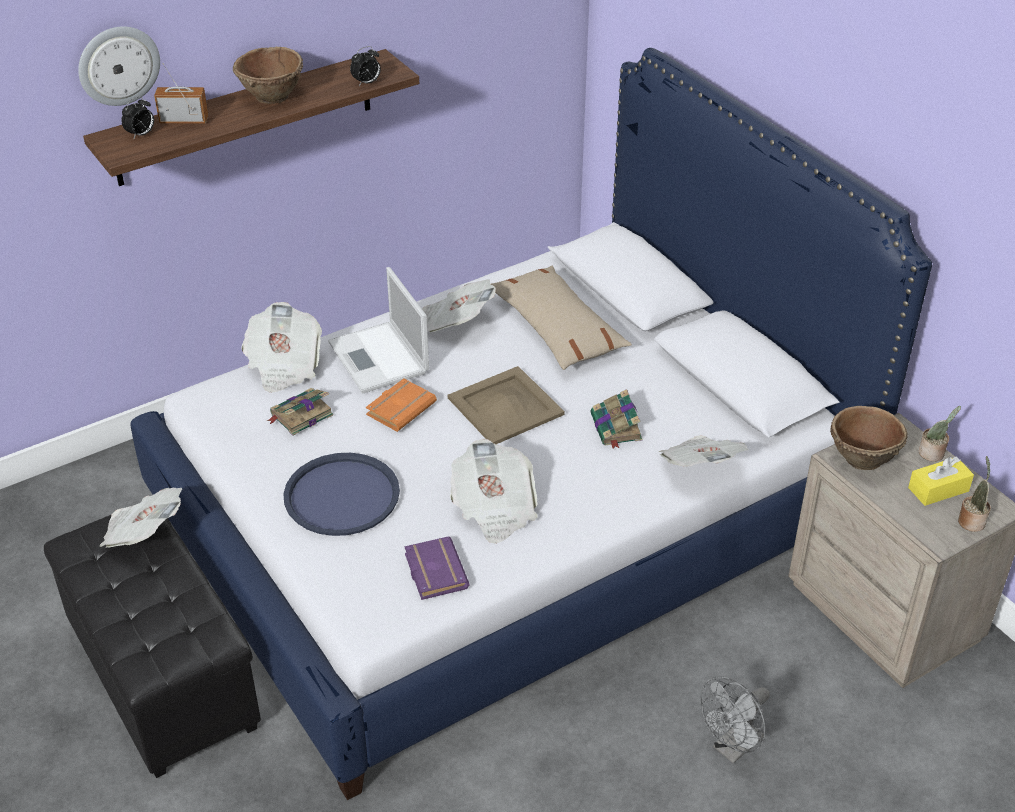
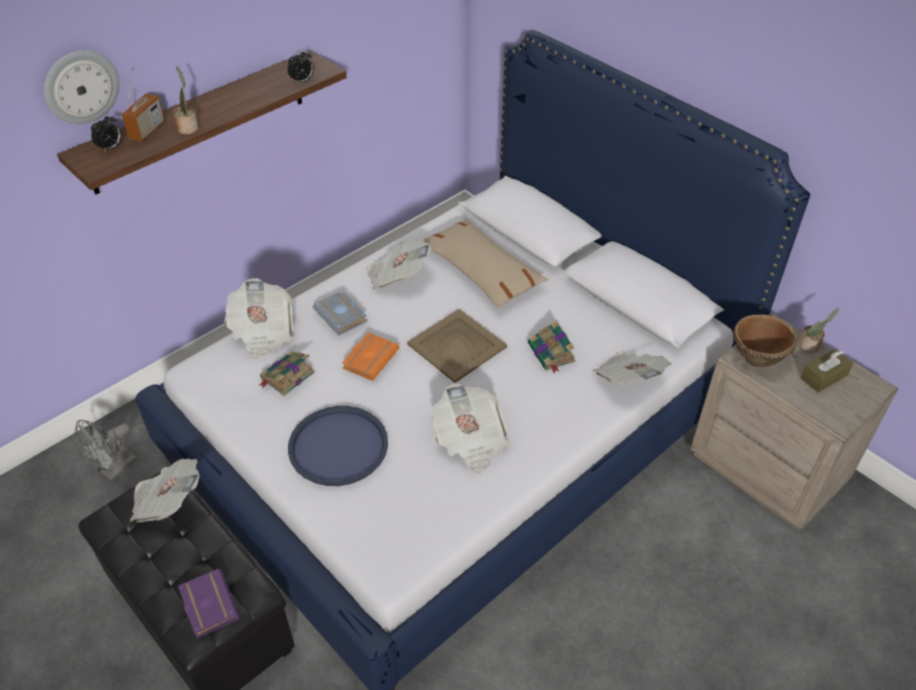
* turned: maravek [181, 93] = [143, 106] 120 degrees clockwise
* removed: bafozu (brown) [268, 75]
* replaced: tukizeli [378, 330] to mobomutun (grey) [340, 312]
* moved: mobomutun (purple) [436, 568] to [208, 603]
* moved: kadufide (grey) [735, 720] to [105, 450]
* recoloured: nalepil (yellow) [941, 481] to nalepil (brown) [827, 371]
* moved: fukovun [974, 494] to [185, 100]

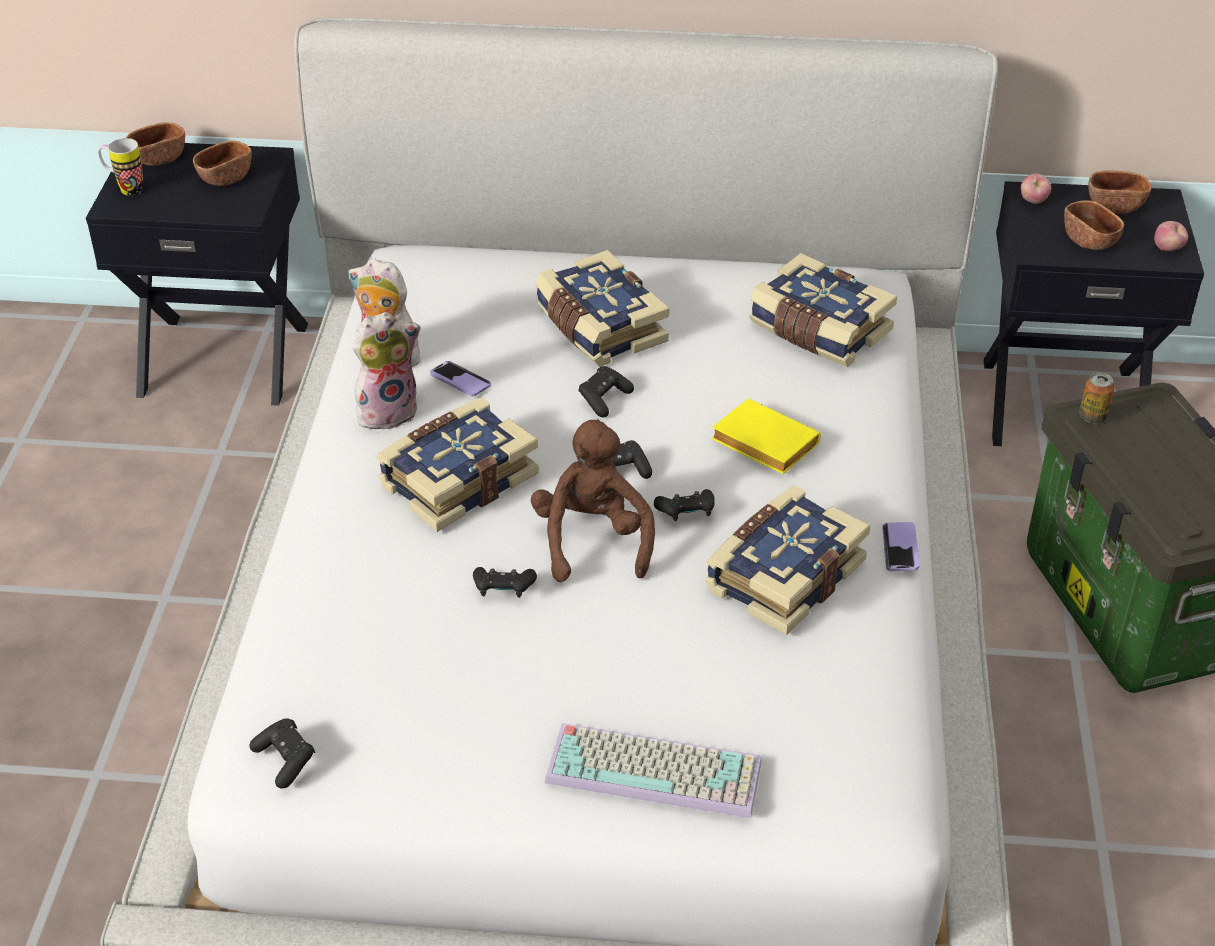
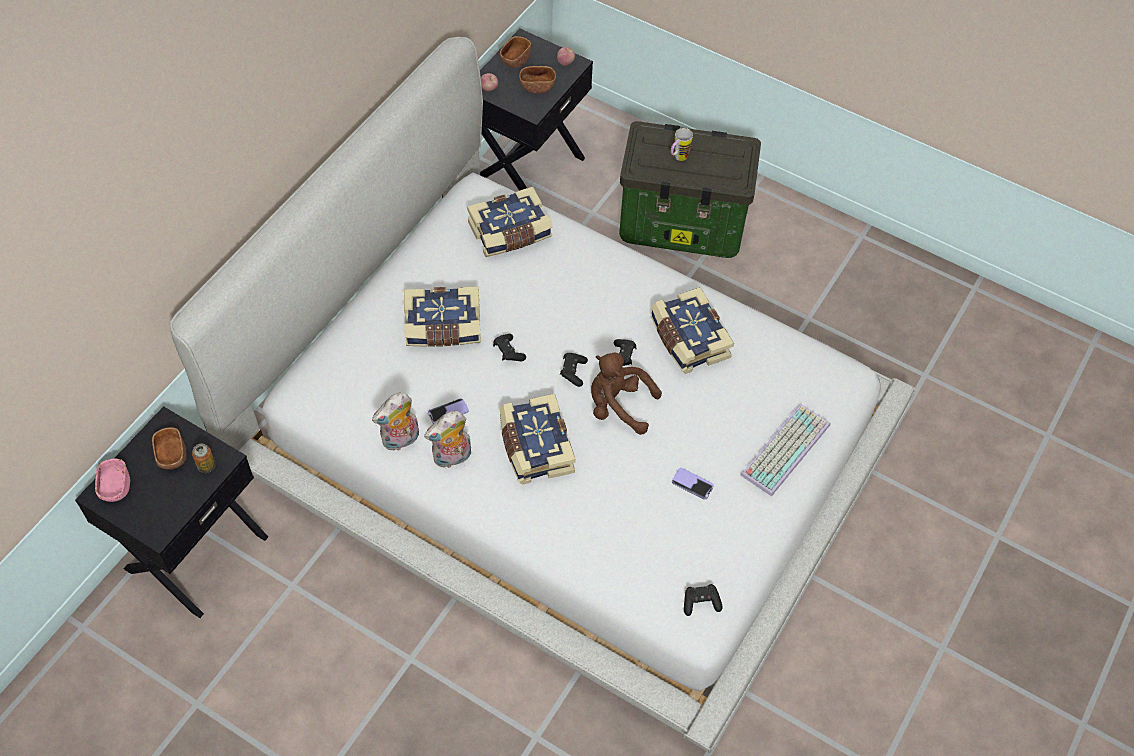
* moved: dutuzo [120, 167] to [682, 144]
* recoloured: bafozu (brown) [155, 144] to bafozu (pink) [112, 480]
* turned: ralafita [387, 370] = [447, 439] 120 degrees counterclockwise
* removed: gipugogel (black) [505, 582]
* removed: mobomutun (yellow) [766, 436]
* moved: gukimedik [901, 546] to [693, 484]
* moved: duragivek [1097, 398] to [204, 458]

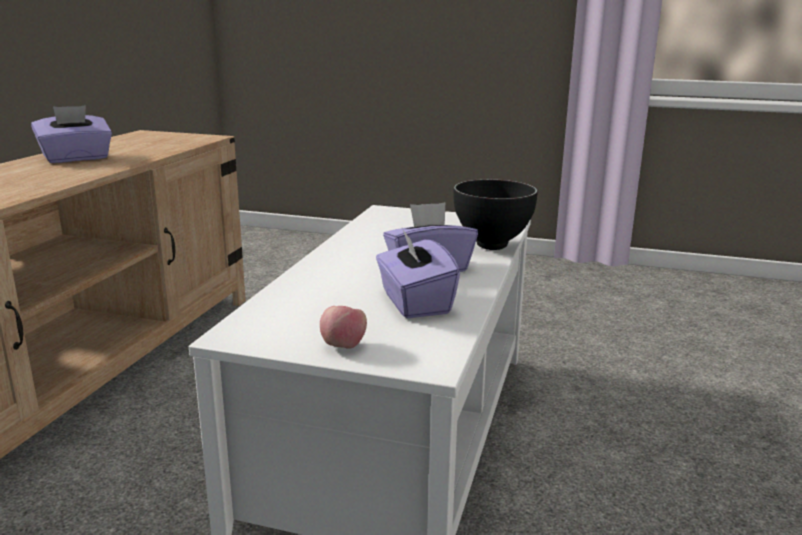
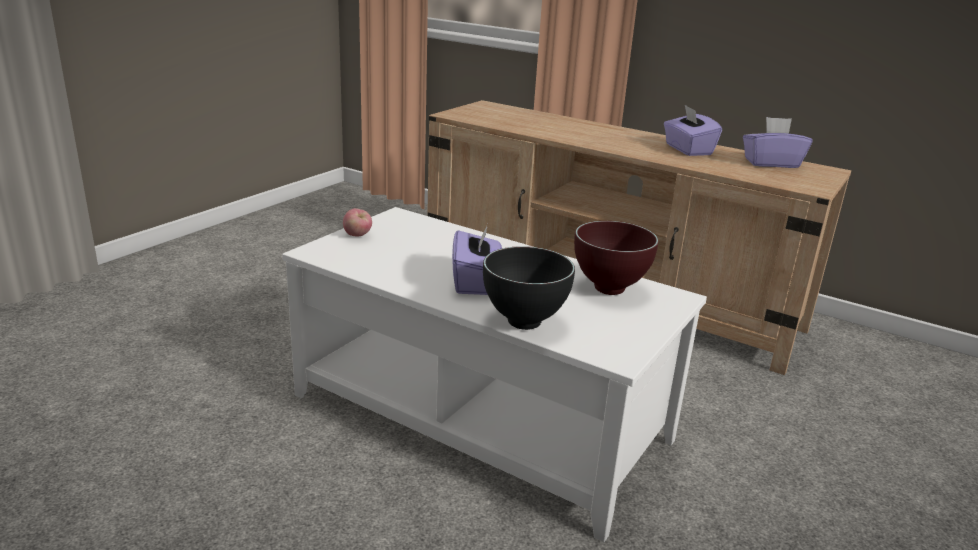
* moved: nalepil (purple) [418, 273] to [778, 142]
* added: bafozu (brown) [616, 258]

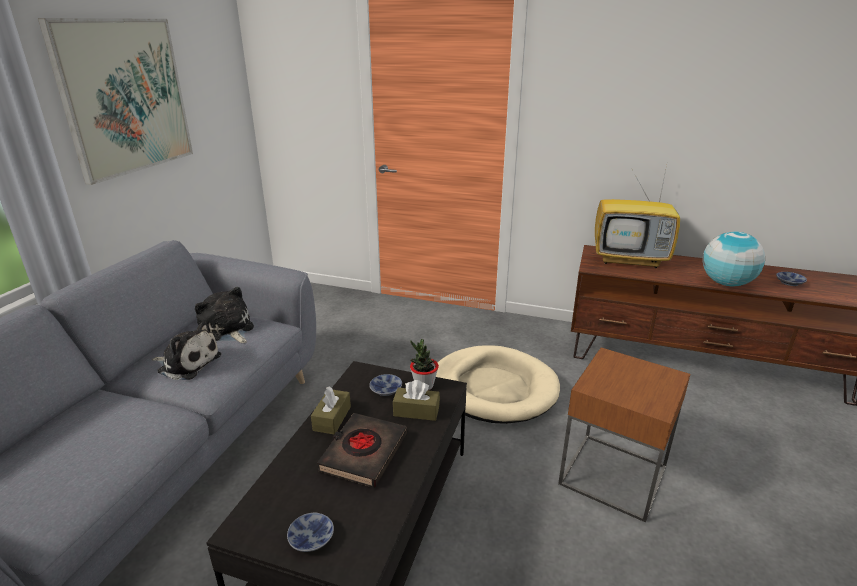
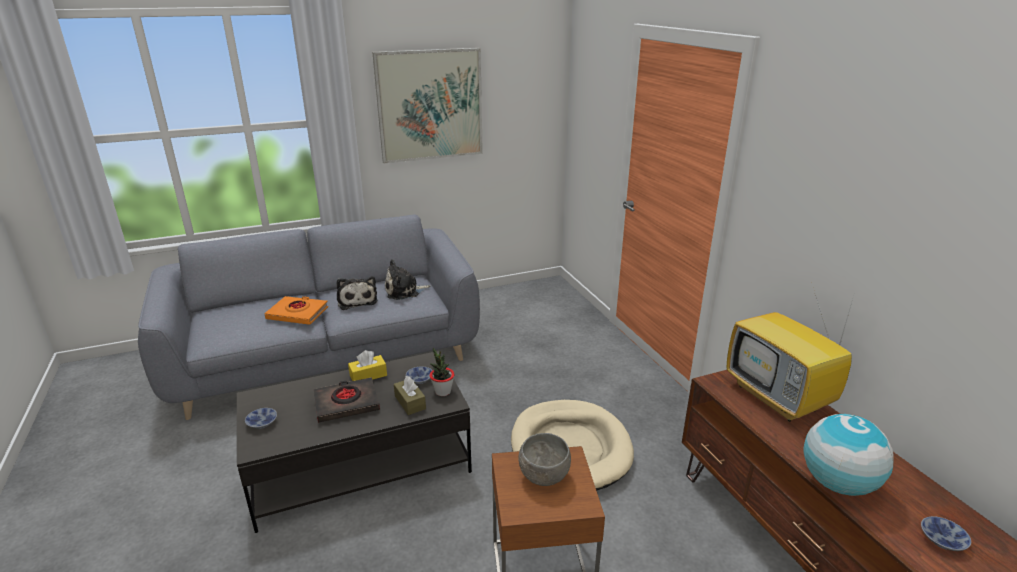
* turned: ralafita [224, 315] = [407, 280] 120 degrees counterclockwise
* recoloured: nalepil (brown) [331, 410] to nalepil (yellow) [367, 365]
* added: mobomutun (orange) [296, 310]
* added: bafozu (grey) [544, 459]

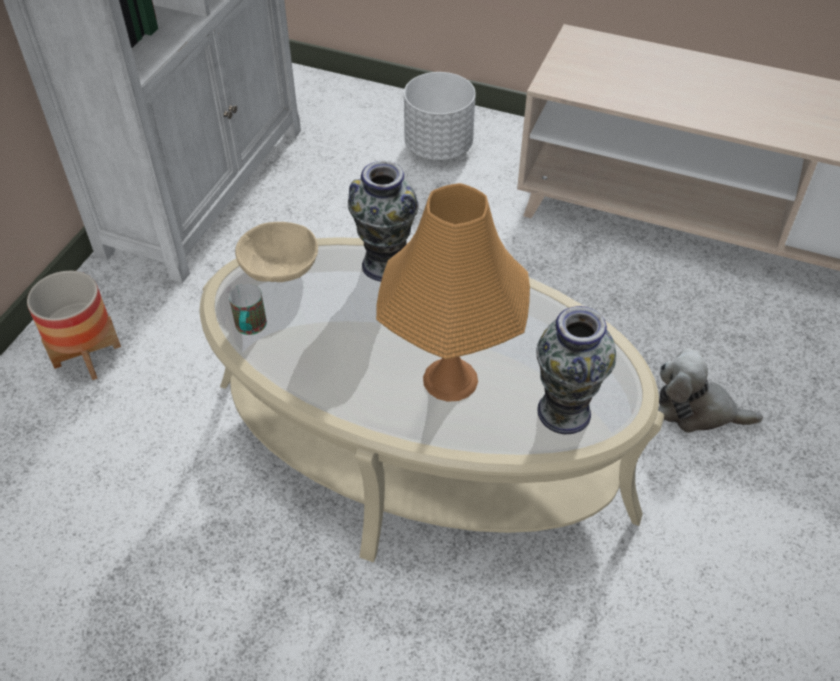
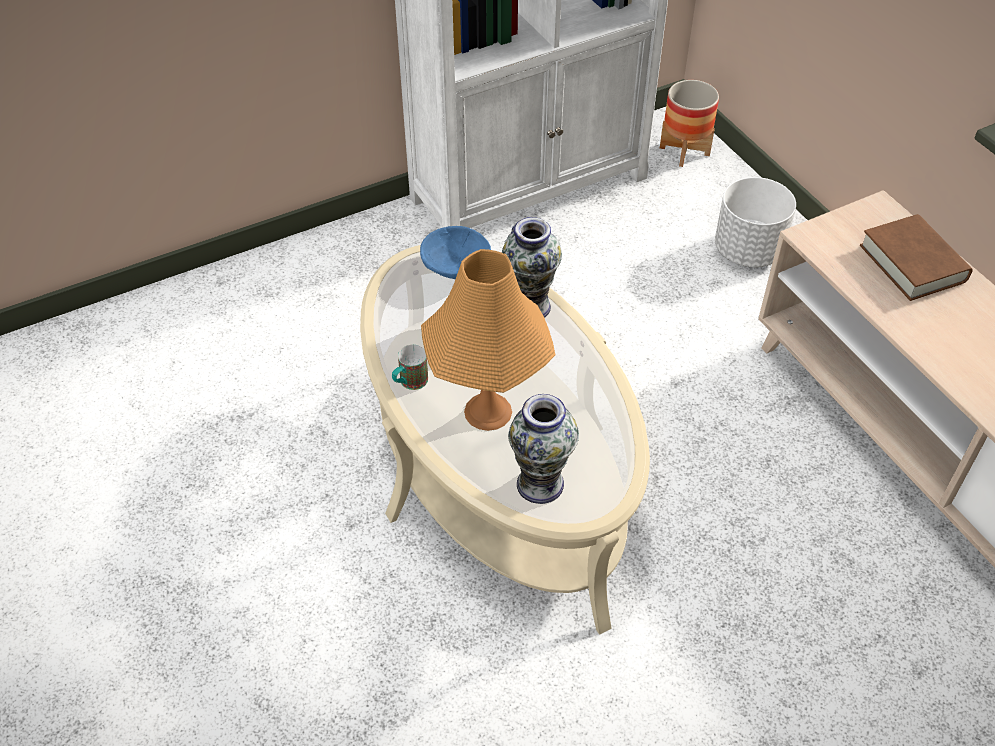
* moved: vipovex [74, 325] to [689, 123]
* moved: dutuzo [248, 309] to [410, 367]
* recoloured: bafozu (beige) [276, 252] to bafozu (blue) [455, 252]
* removed: ralafita [710, 390]
* added: mobomutun (brown) [916, 257]

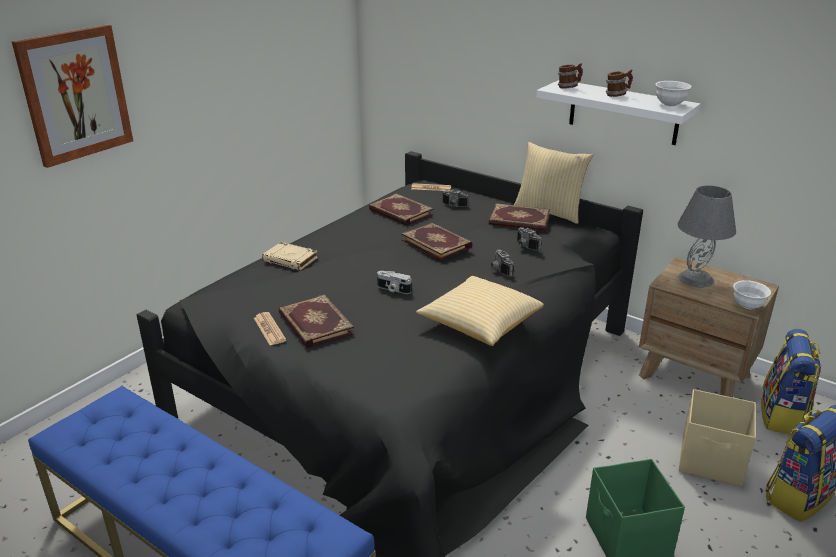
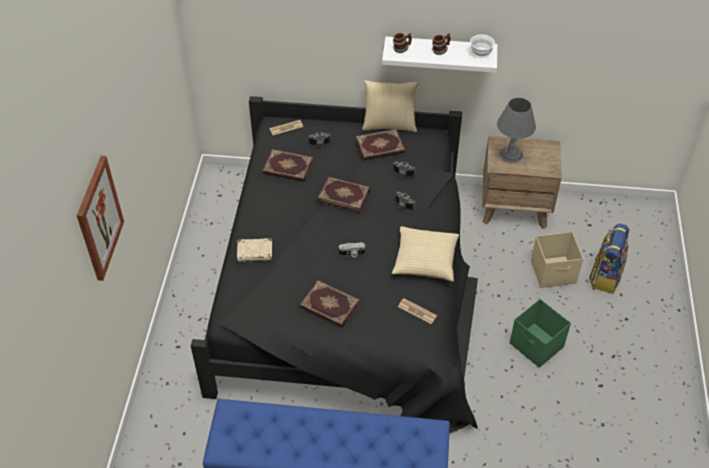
* moved: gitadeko [270, 328] to [417, 311]
* removed: bafozu (white) [752, 294]
* removed: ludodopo [791, 381]

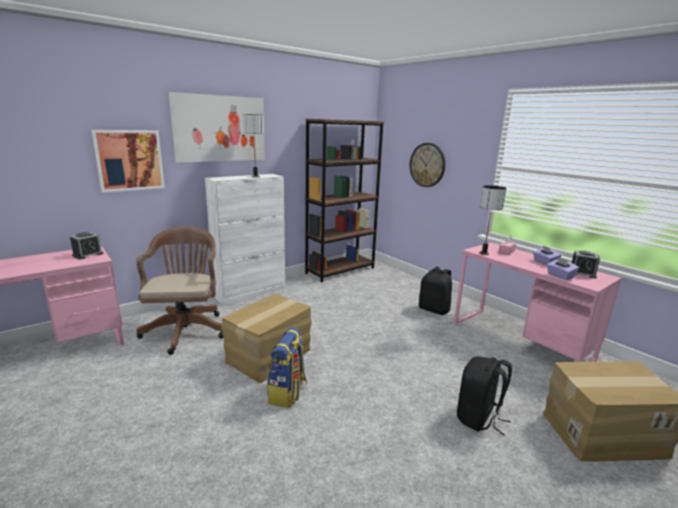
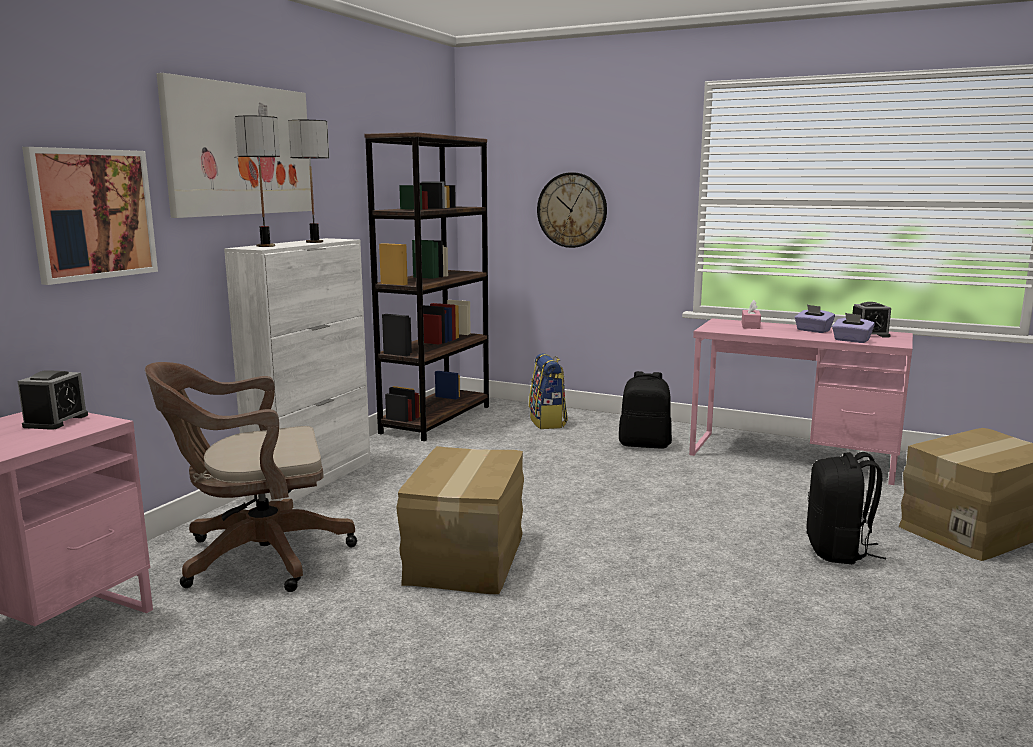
* turned: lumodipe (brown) [179, 290] = [251, 477] 75 degrees counterclockwise
* moved: ludodopo [287, 367] to [548, 391]
* moved: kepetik [493, 220] to [257, 181]

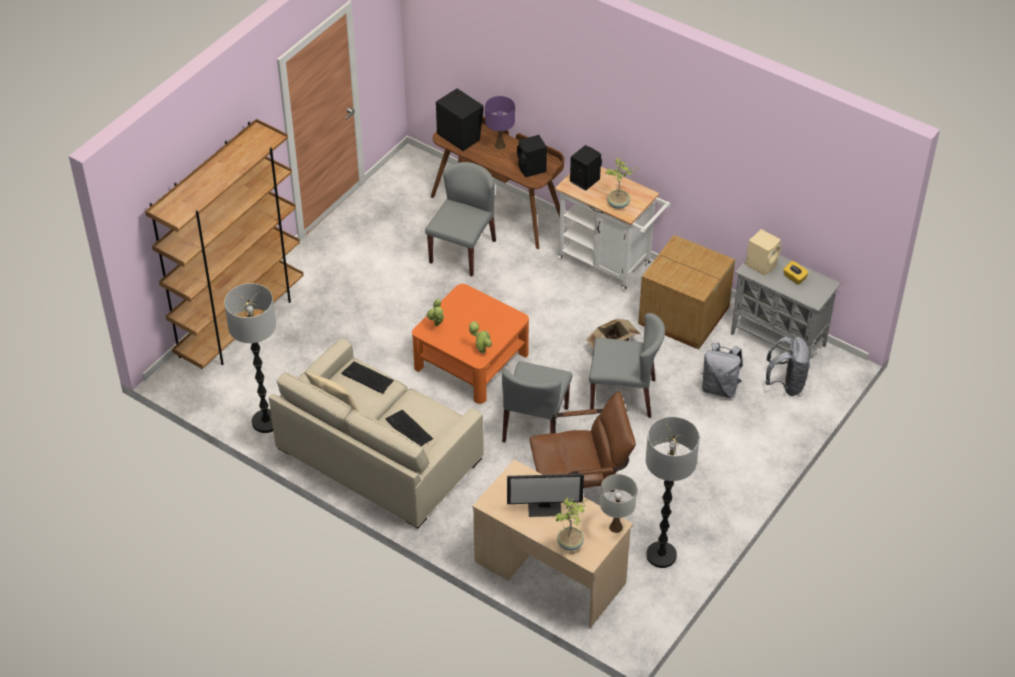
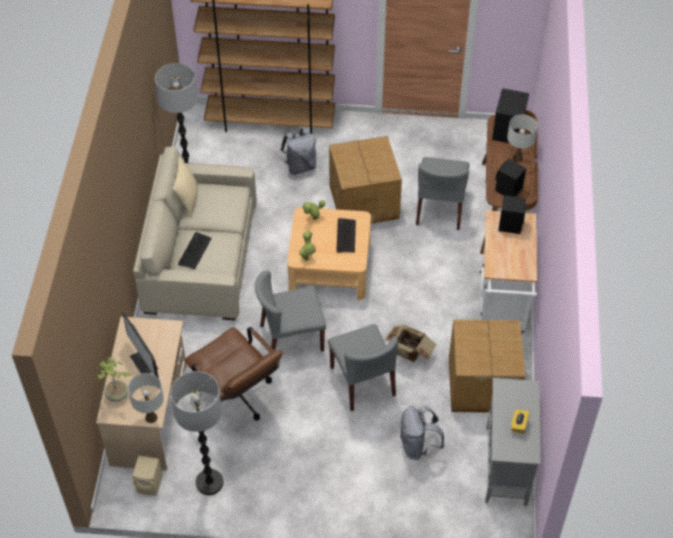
* moved: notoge [367, 377] to [346, 235]
* recoloured: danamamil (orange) [470, 344] to danamamil (beige) [329, 253]
* turned: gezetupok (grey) [460, 219] = [442, 193] 105 degrees clockwise
* recoloured: kepetik (purple) [500, 123] to kepetik (white) [522, 139]
* removed: fukovun [621, 183]
* moved: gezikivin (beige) [763, 252] to [147, 475]
* moved: ludodopo (grey) [788, 366] to [298, 151]
* added: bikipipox [365, 180]

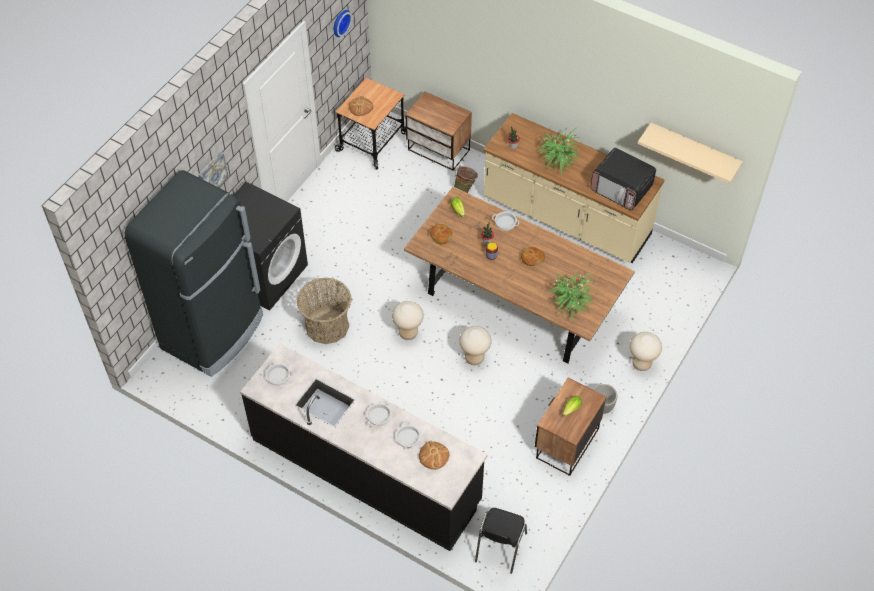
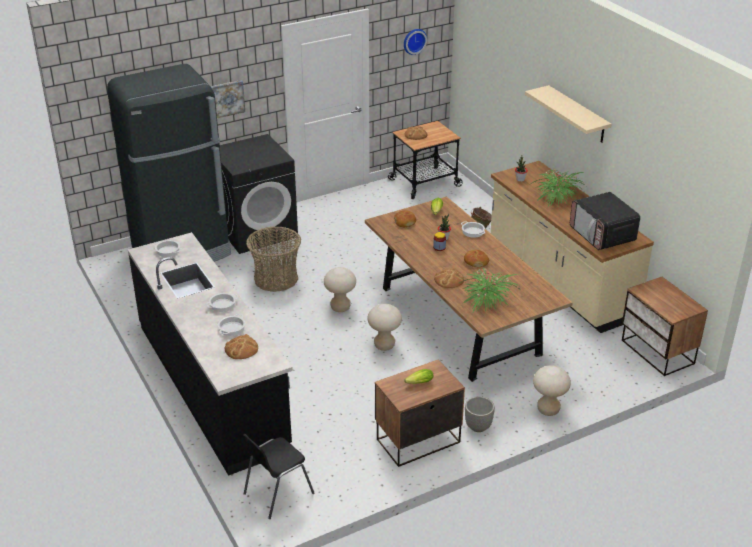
* moved: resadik [438, 131] to [665, 326]
* moved: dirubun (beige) [690, 153] to [568, 114]
* added: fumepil [449, 277]

